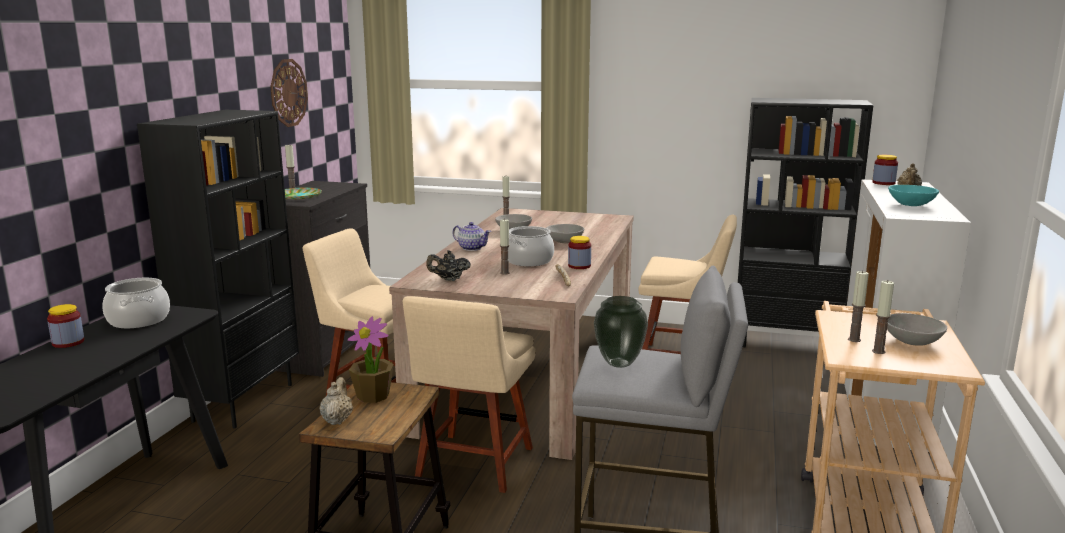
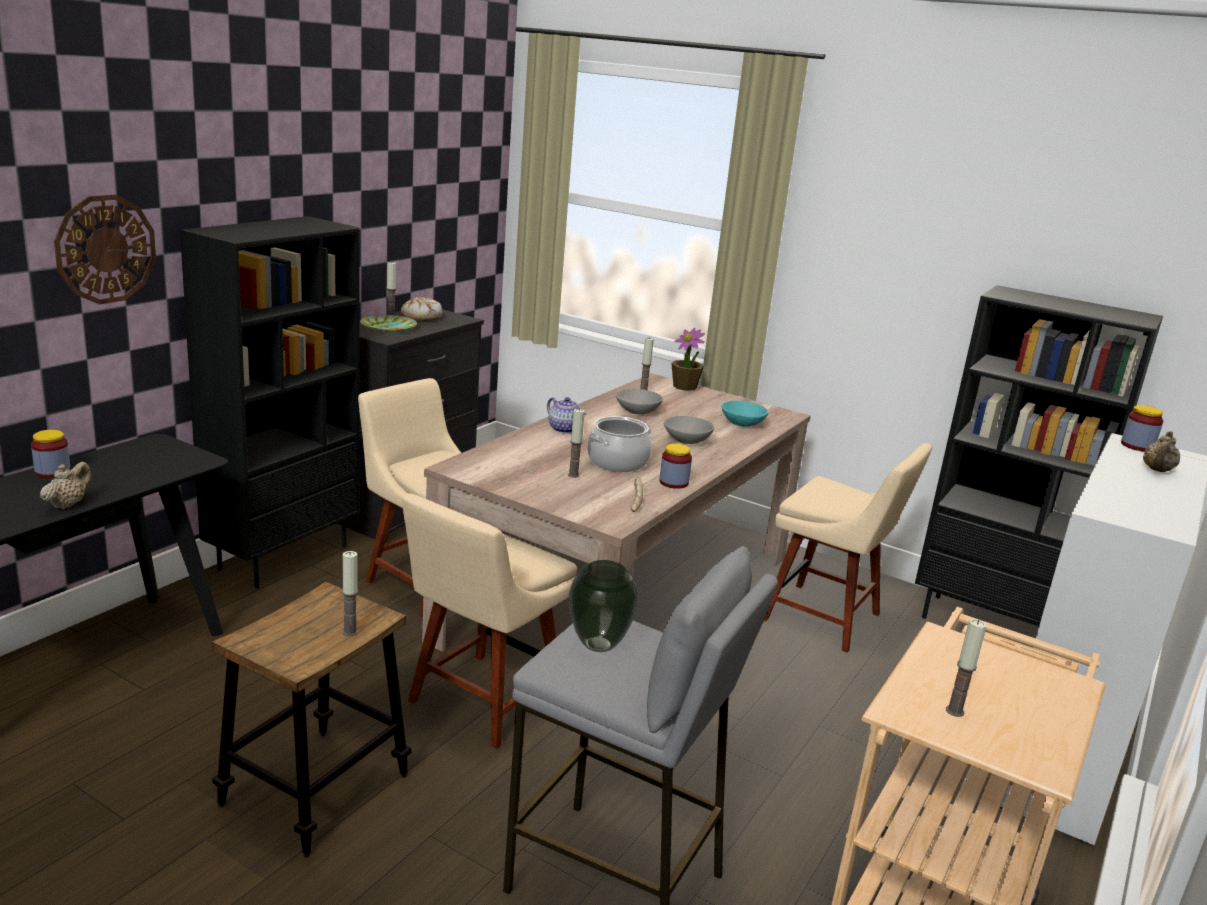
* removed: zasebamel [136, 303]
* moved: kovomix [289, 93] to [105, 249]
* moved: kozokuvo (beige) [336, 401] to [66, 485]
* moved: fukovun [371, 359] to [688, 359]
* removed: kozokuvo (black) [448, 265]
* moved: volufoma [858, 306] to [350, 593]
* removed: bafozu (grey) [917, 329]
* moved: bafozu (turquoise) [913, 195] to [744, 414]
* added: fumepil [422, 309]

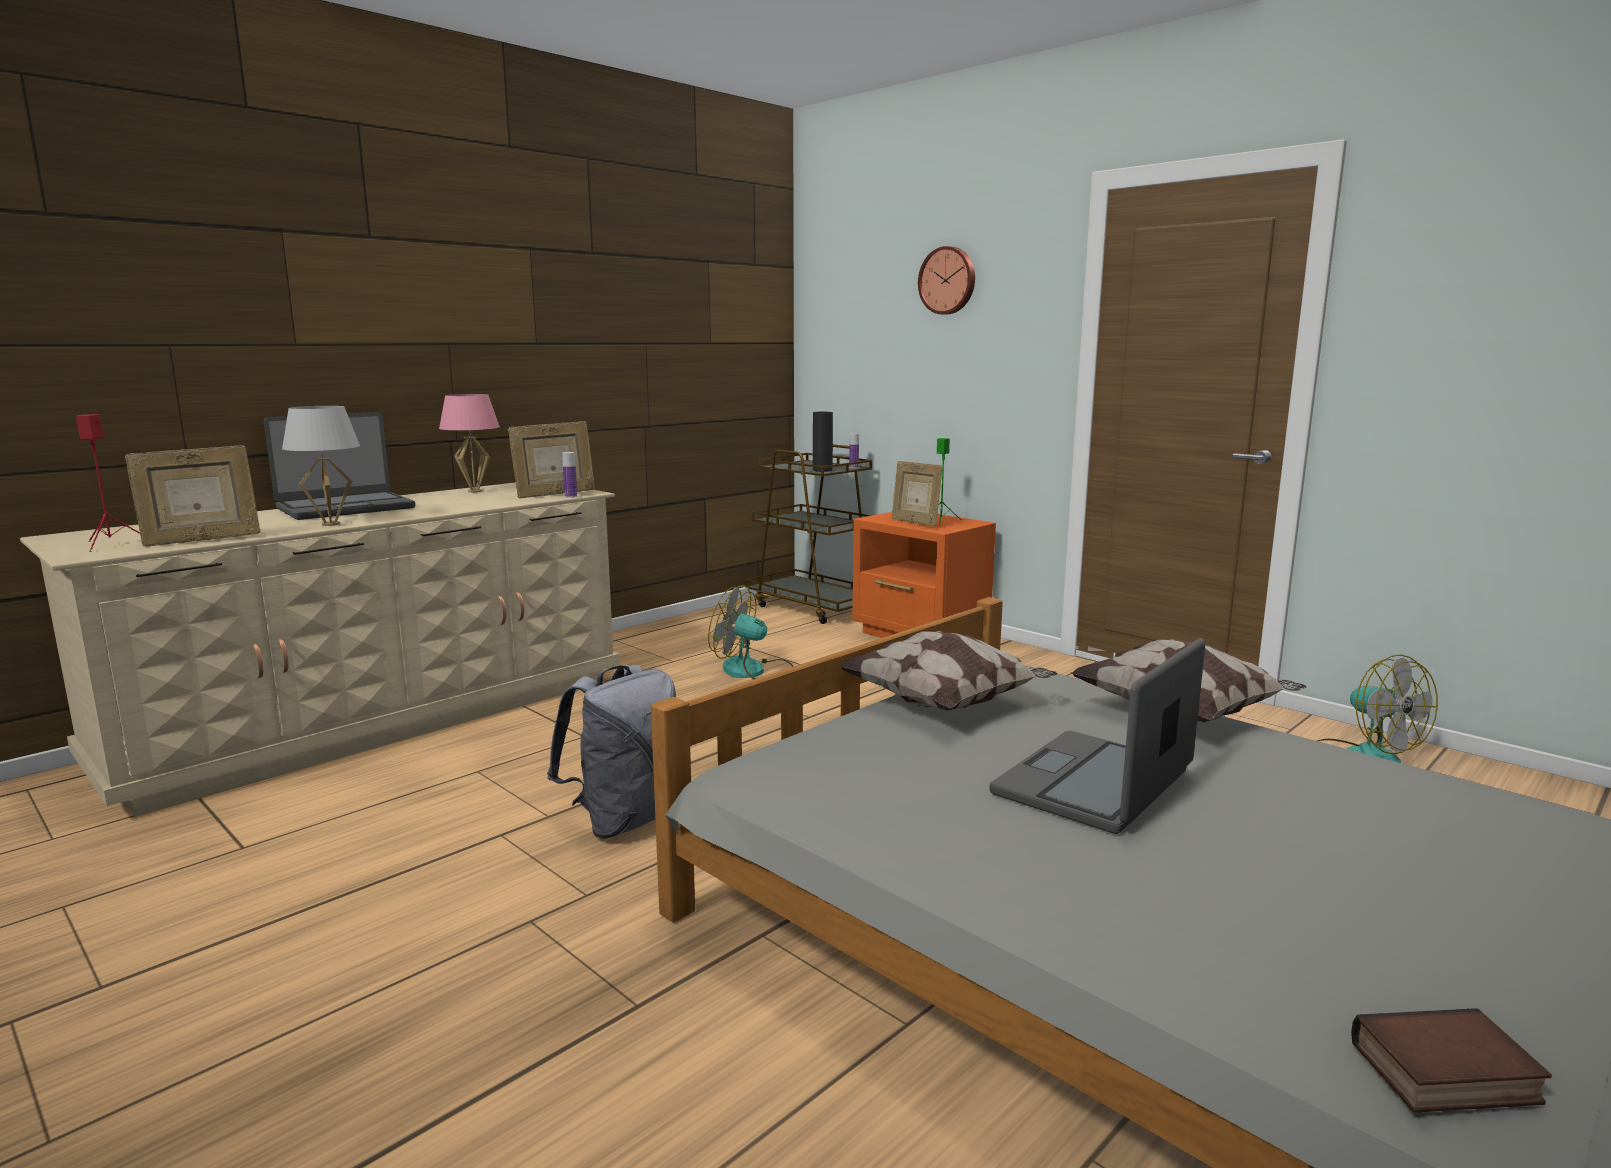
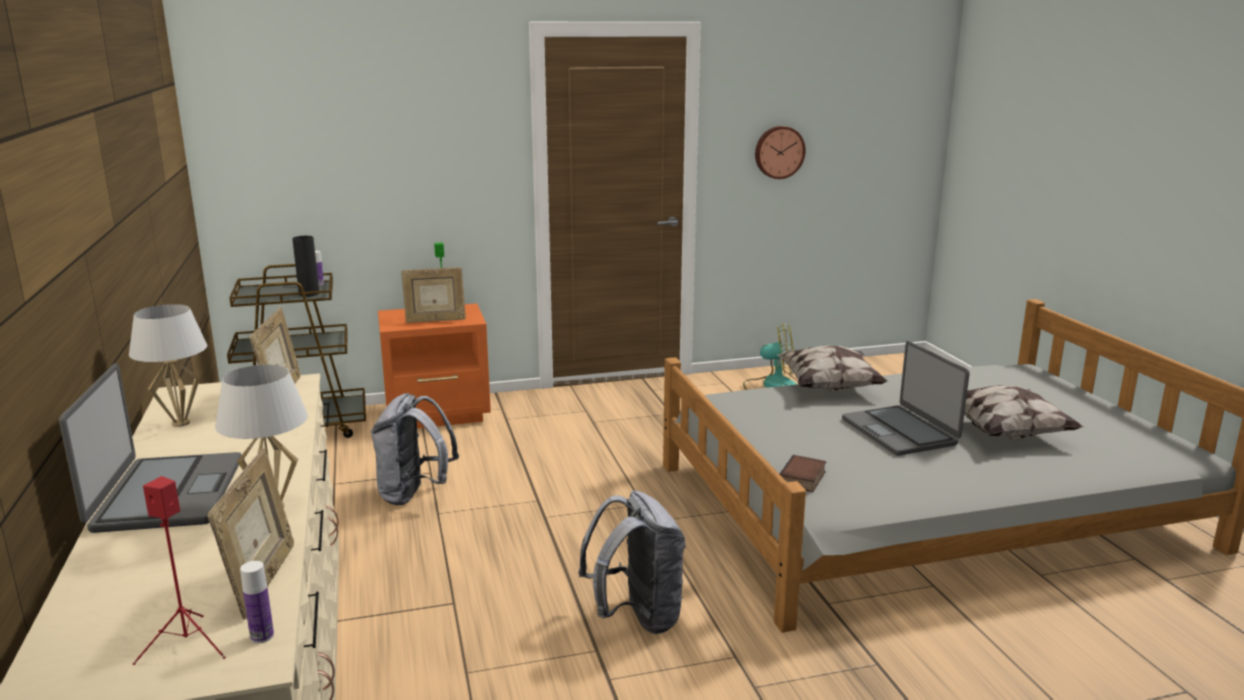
* recoloured: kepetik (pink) [469, 443] to kepetik (white) [168, 365]
* moved: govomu [569, 475] to [257, 602]
* replaced: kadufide [751, 632] to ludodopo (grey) [415, 449]
* moved: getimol [949, 671] to [1024, 412]
* moved: kovomix [946, 280] to [780, 152]
* moved: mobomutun [1451, 1060] to [803, 473]

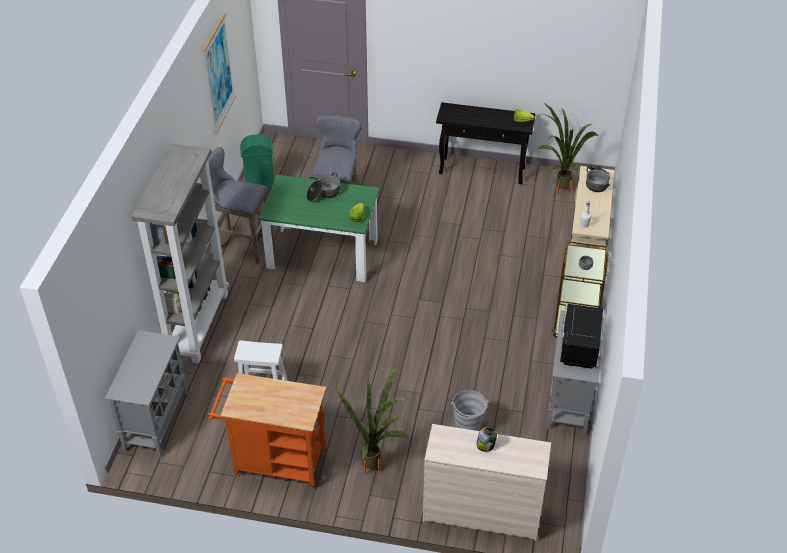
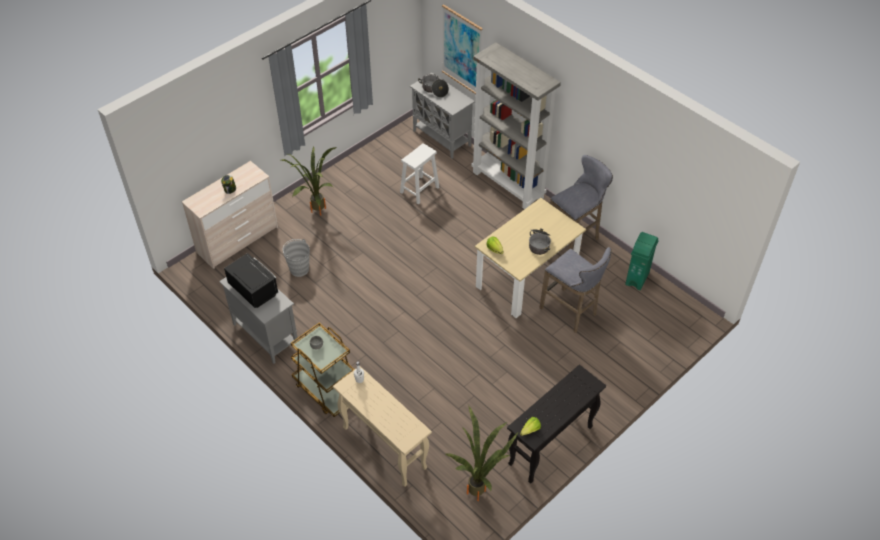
* moved: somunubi [219, 73] to [462, 49]
* removed: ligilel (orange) [266, 430]
* recoloured: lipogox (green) [318, 228] to lipogox (beige) [530, 258]
* moved: zasebamel [598, 179] to [433, 86]

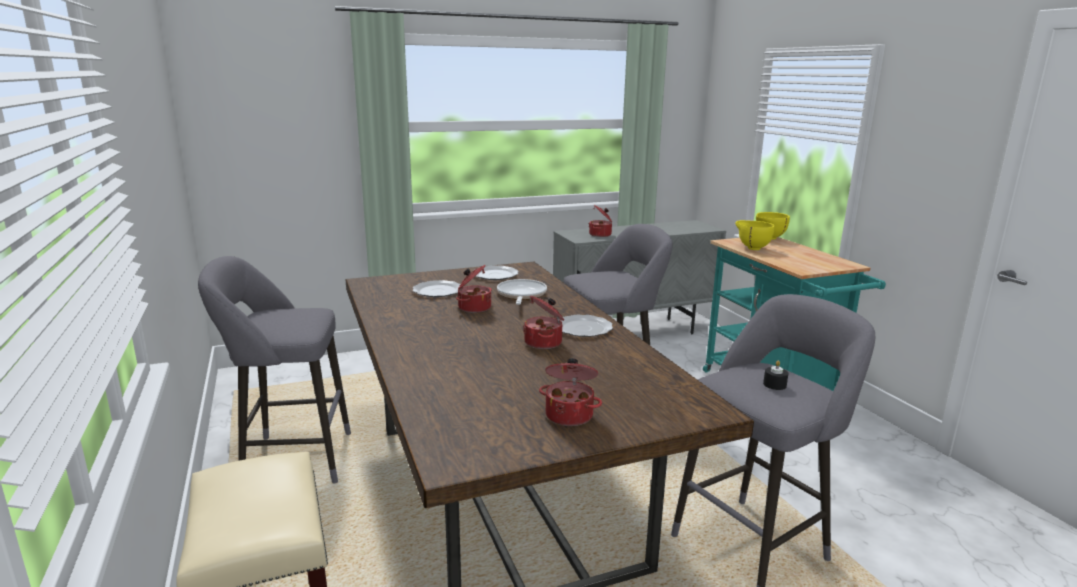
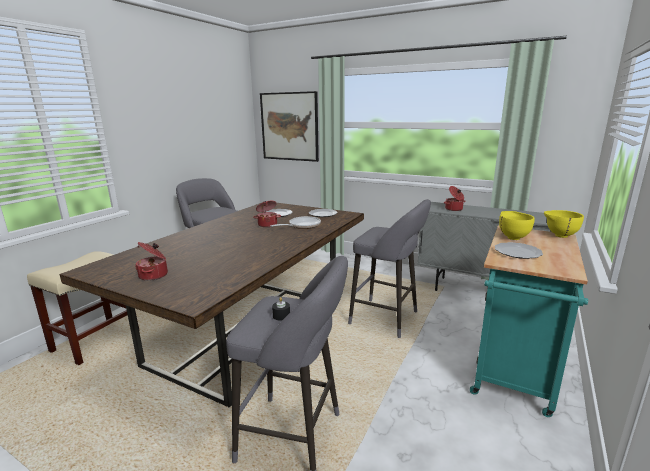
* removed: zasebamel [543, 322]
* moved: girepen [586, 326] to [519, 250]
* added: somunubi [289, 126]

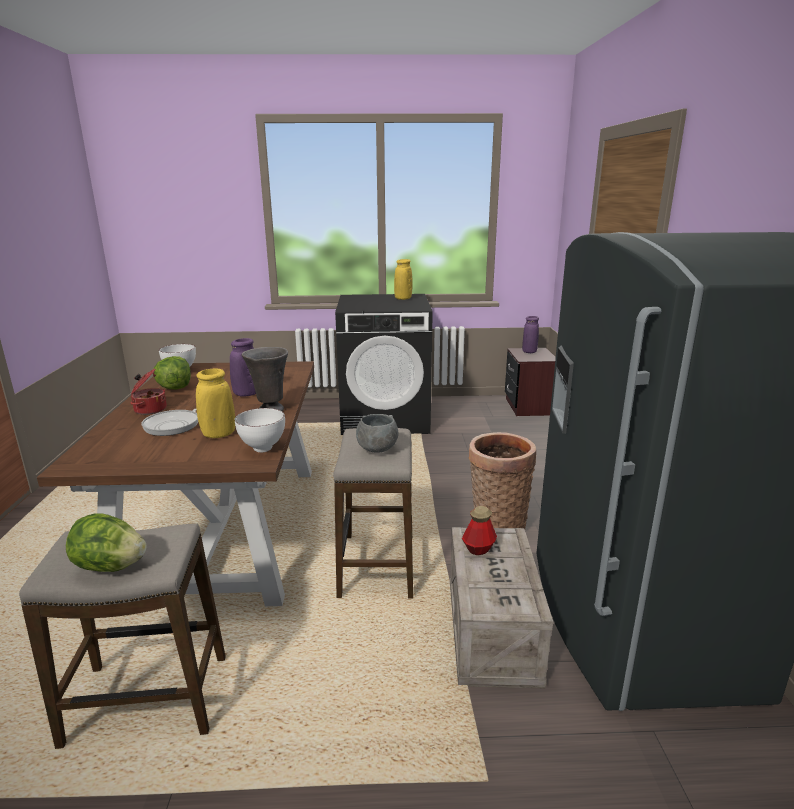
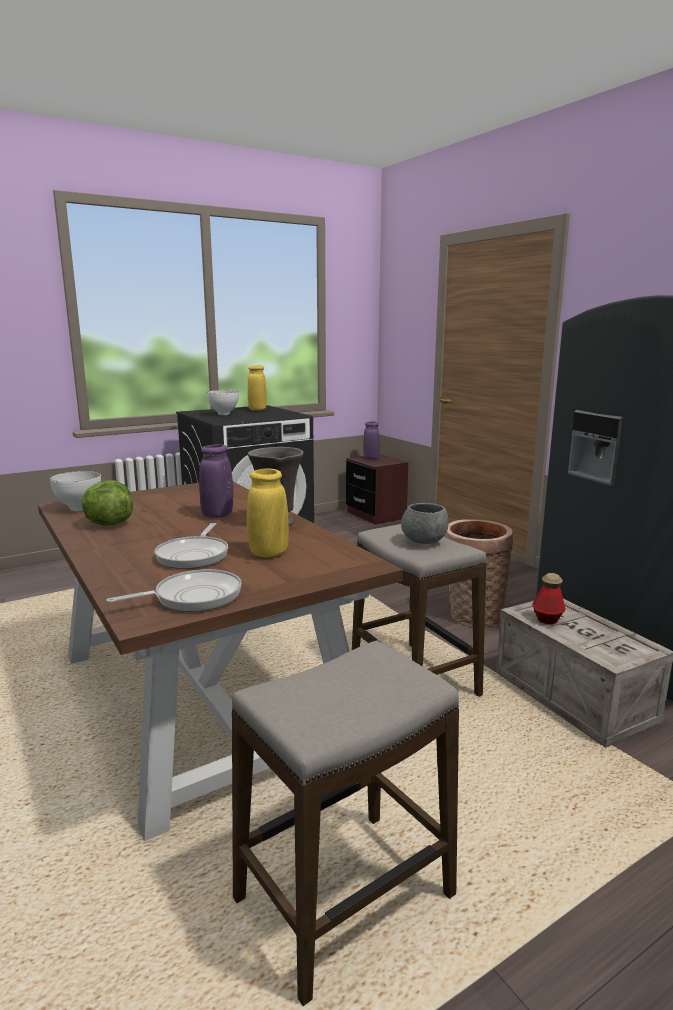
* removed: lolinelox [106, 543]
* removed: zasebamel [148, 392]
* moved: bafozu (white) [260, 430] to [223, 402]
* added: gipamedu [174, 590]

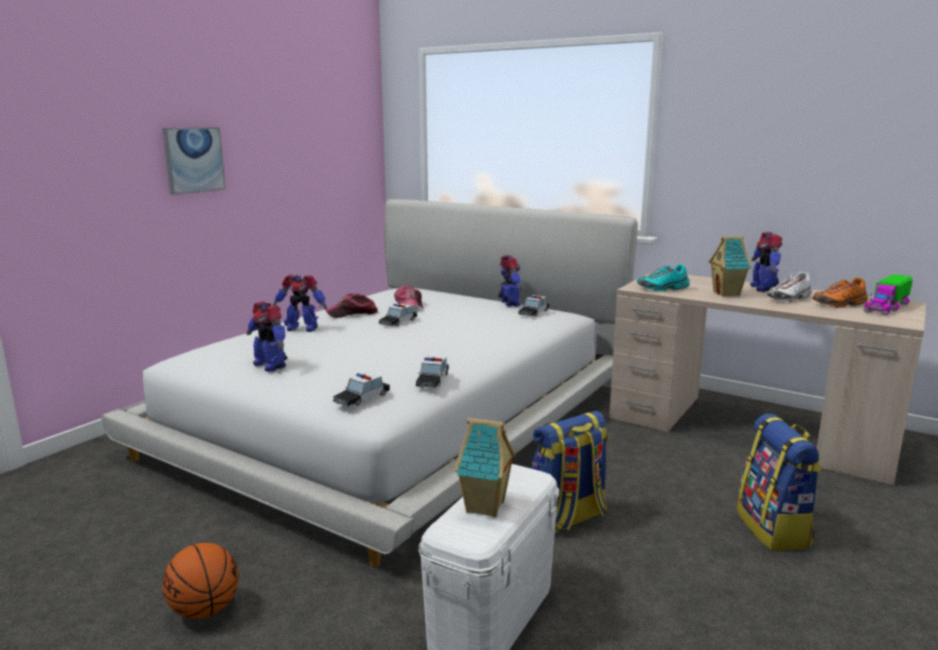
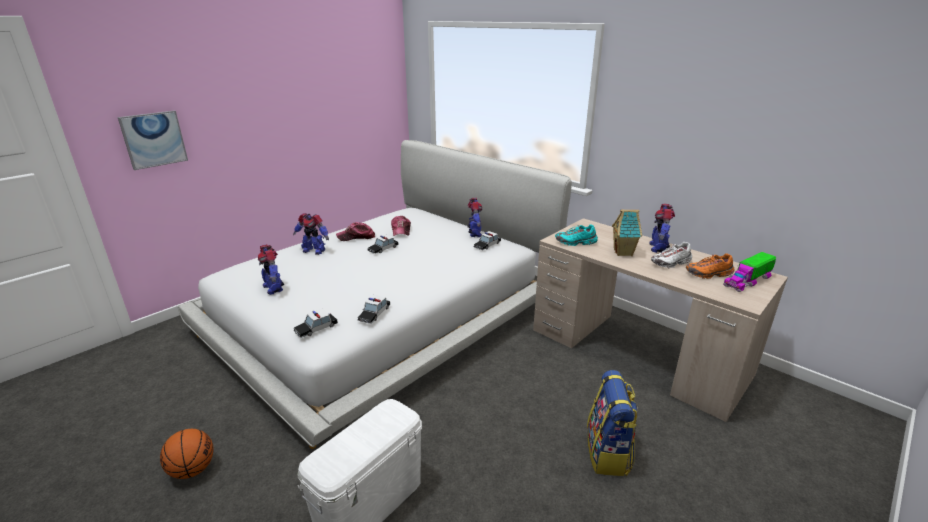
* moved: somunubi [194, 161] to [152, 140]
* removed: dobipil [485, 468]
* removed: ludodopo [570, 472]

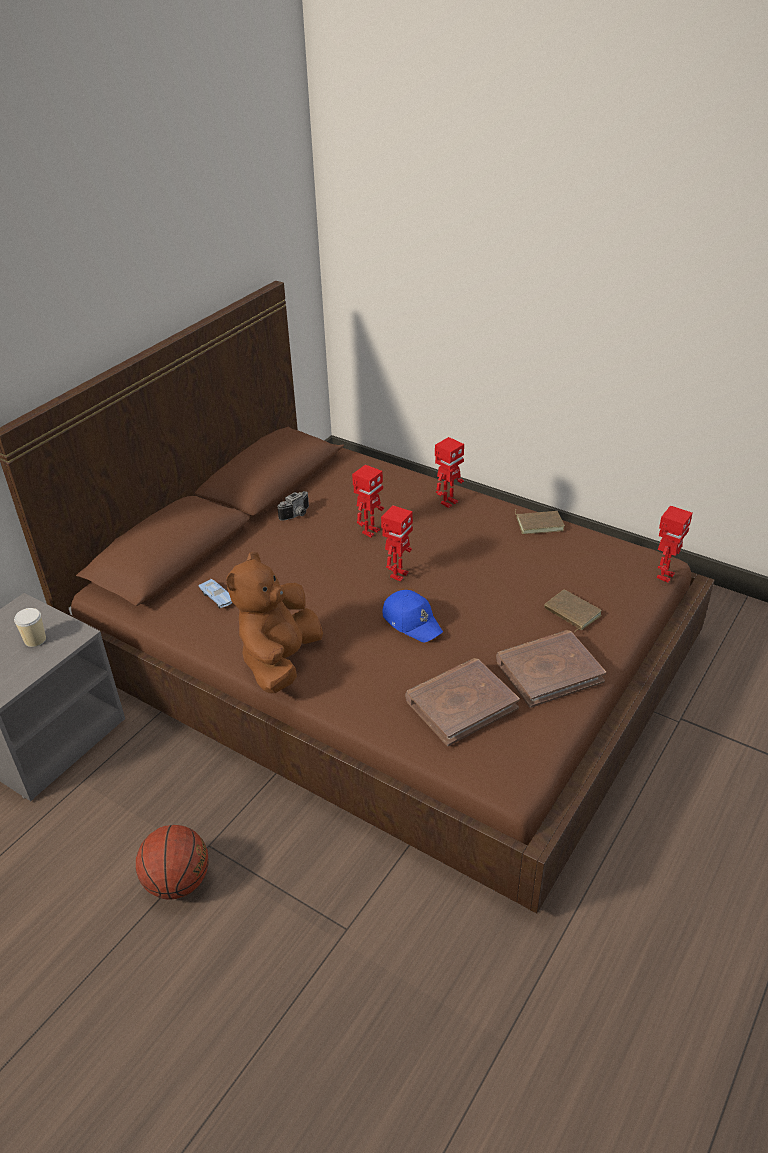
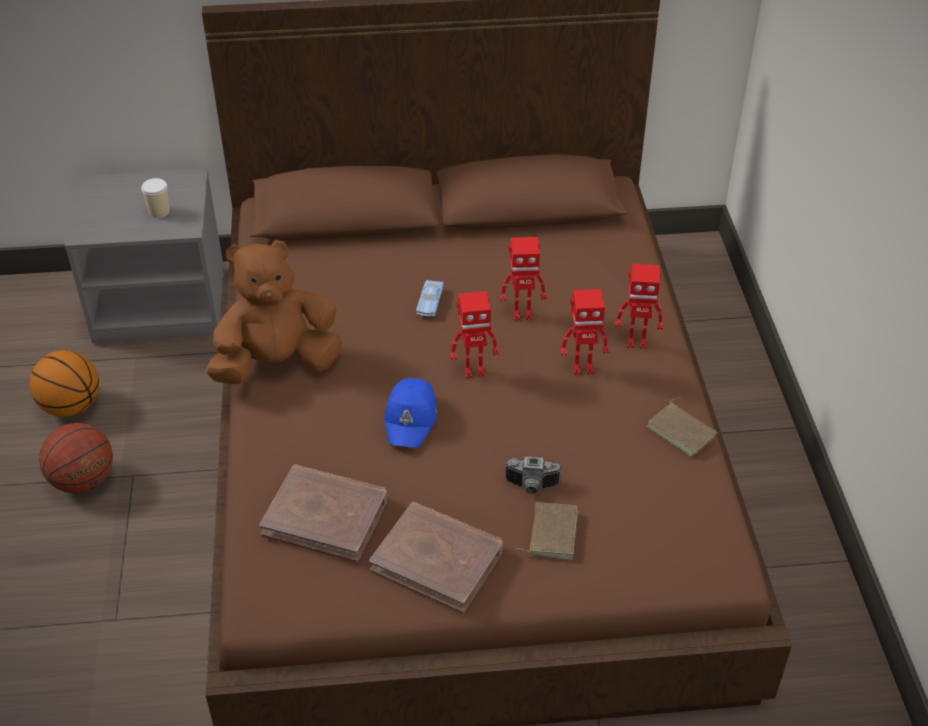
* moved: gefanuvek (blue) [215, 593] to [429, 298]
* moved: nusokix [293, 506] to [533, 475]
* moved: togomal [675, 544] to [584, 332]
* added: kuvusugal [64, 383]

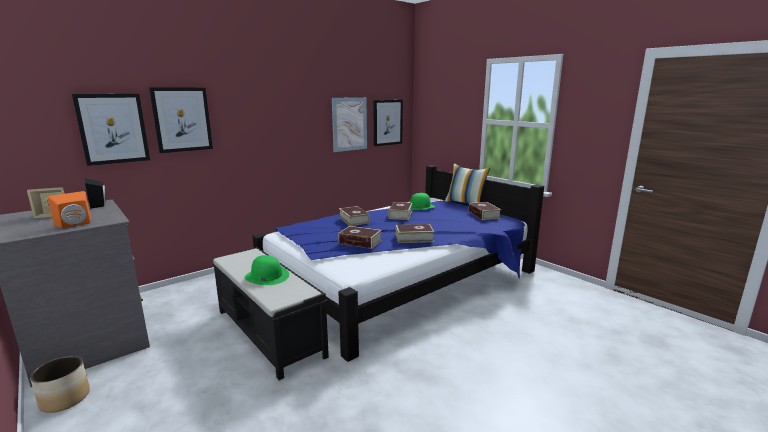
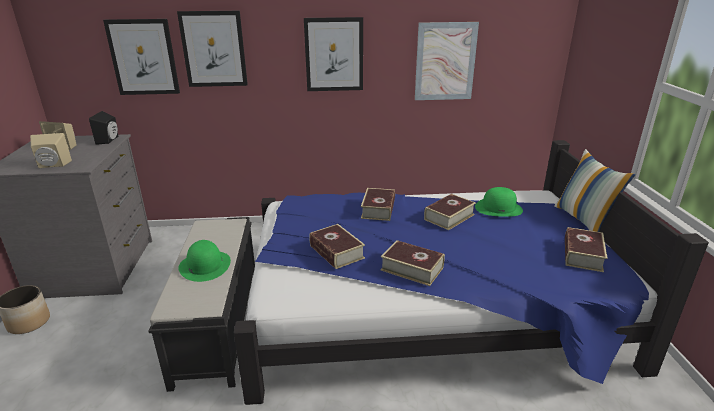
* recoloured: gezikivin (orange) [69, 209] to gezikivin (beige) [51, 150]
* moved: somunubi [388, 123] to [333, 54]

